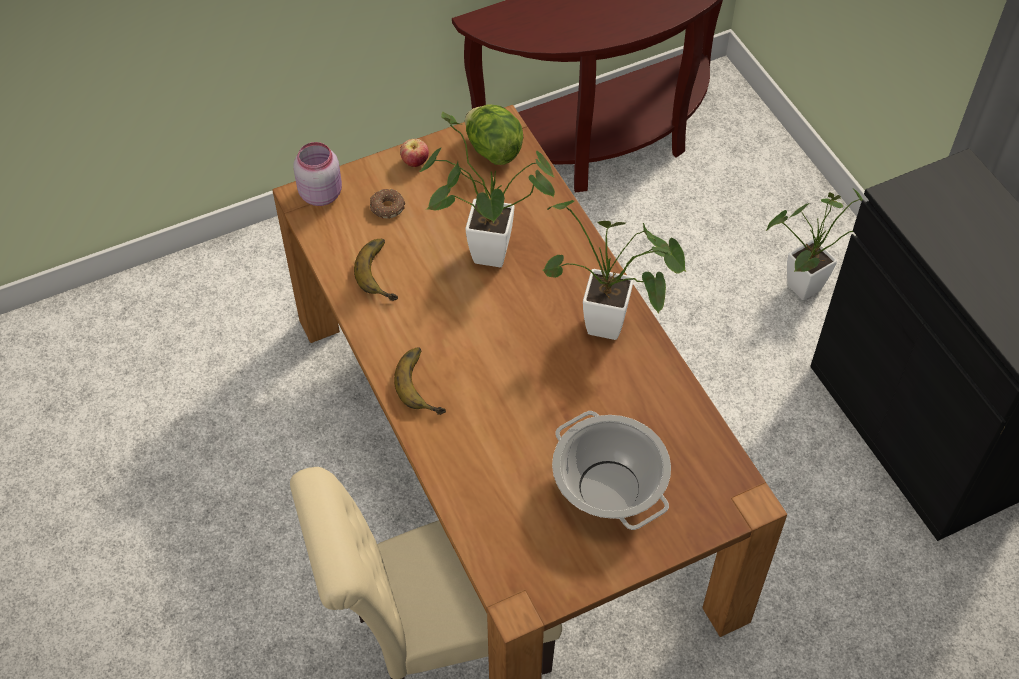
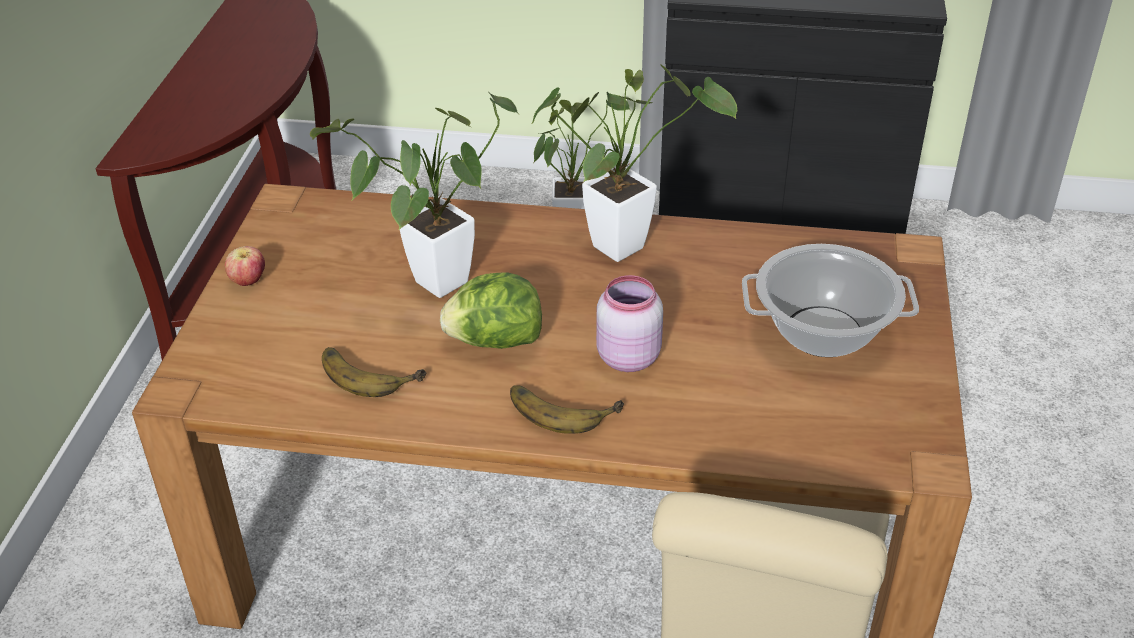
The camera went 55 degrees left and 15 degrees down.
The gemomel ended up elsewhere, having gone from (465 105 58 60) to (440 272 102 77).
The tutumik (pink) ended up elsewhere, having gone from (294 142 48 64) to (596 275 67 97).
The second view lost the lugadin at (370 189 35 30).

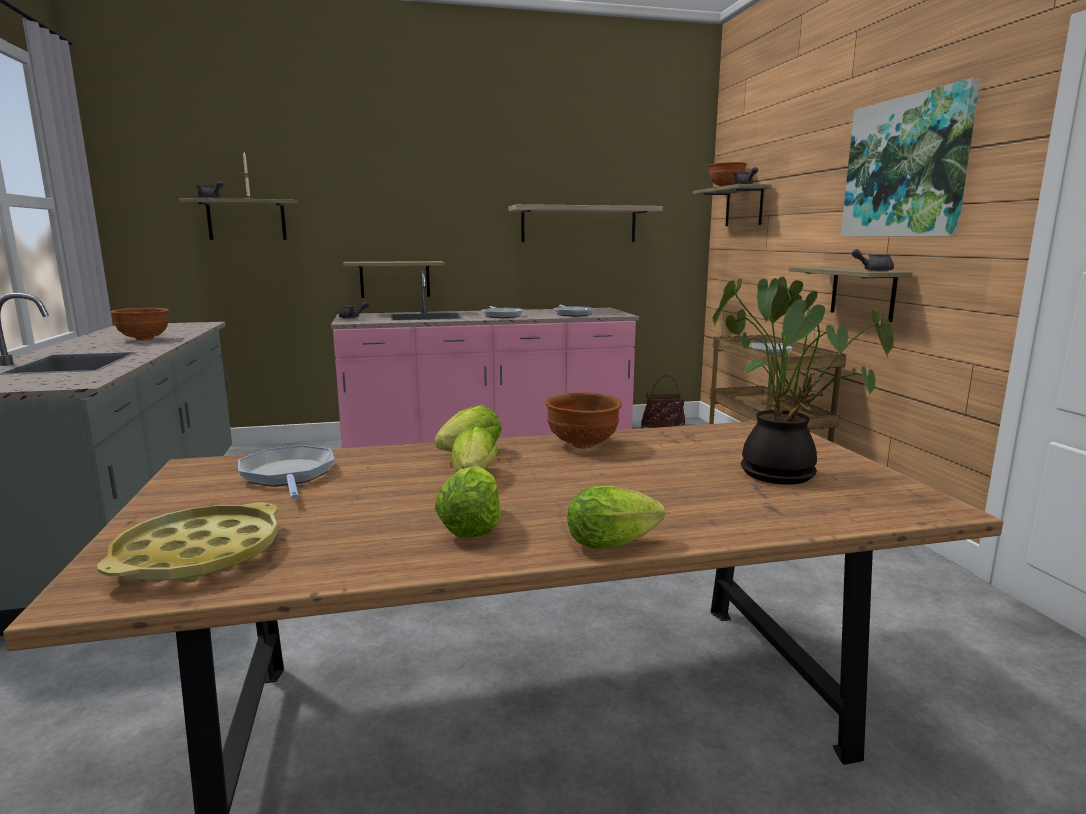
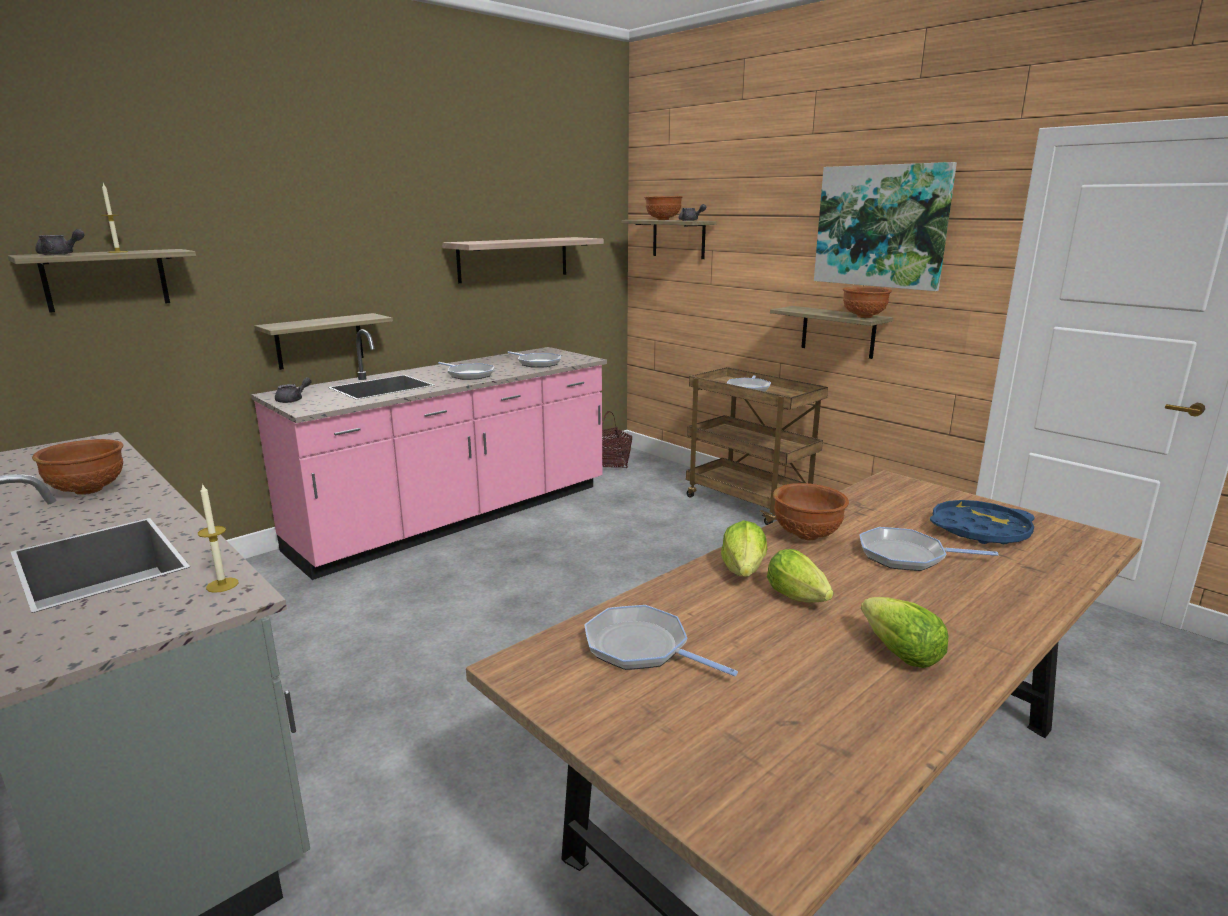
The camera went 30 degrees left and 5 degrees up.
The second view gained the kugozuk at (198 483 41 110).
Where the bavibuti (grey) stood at (852 249 42 22), the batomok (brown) came to stand at (843 286 49 32).
The second view gained the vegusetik at (859 527 139 44).
Where the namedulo stood at (713 277 181 208), the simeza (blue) came to stand at (930 500 105 44).
The second view lost the simeza (yellow) at (97 502 181 81).
The second view lost the gemomel at (567 486 98 62).

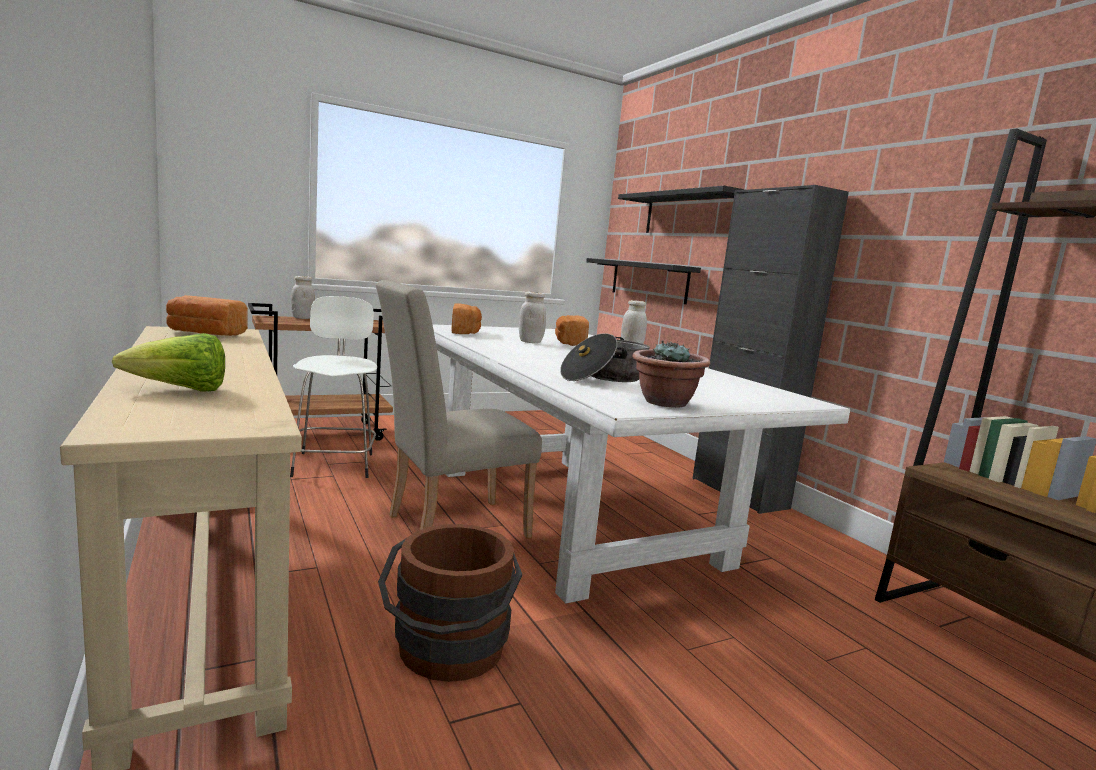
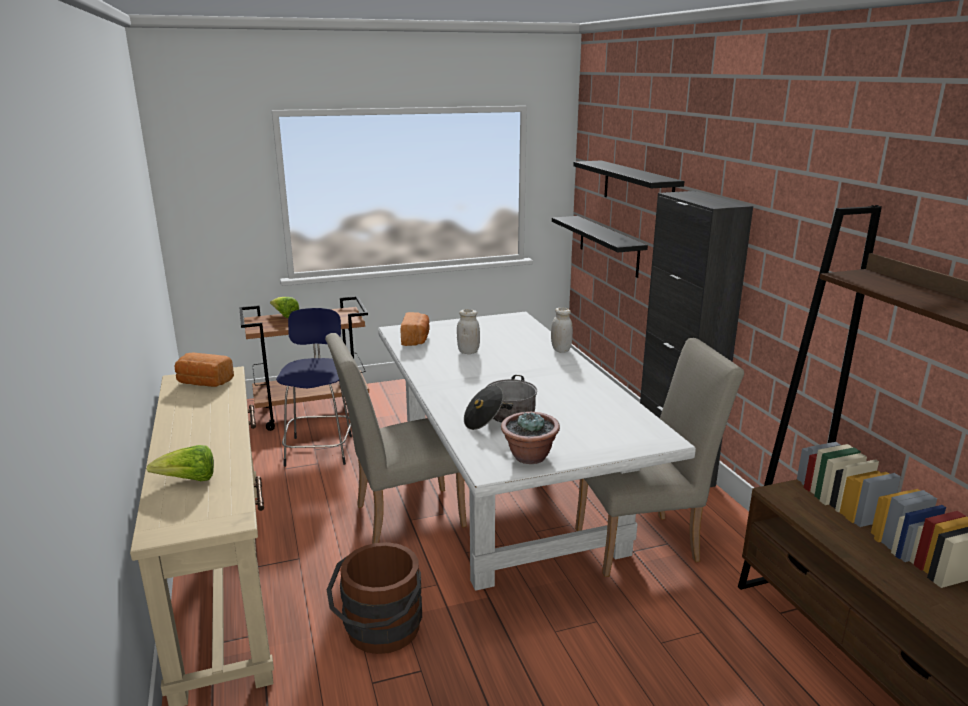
The camera went 10 degrees right and 10 degrees up.
Where the tutumik (white) stood at (291 276 24 43), the gemomel came to stand at (270 297 29 21).
What was the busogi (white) at (290 296 87 182) turned into the busogi (blue) at (276 308 76 159).
The second view gained the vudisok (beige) at (575 338 169 239).
The second view lost the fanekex at (555 315 34 31).

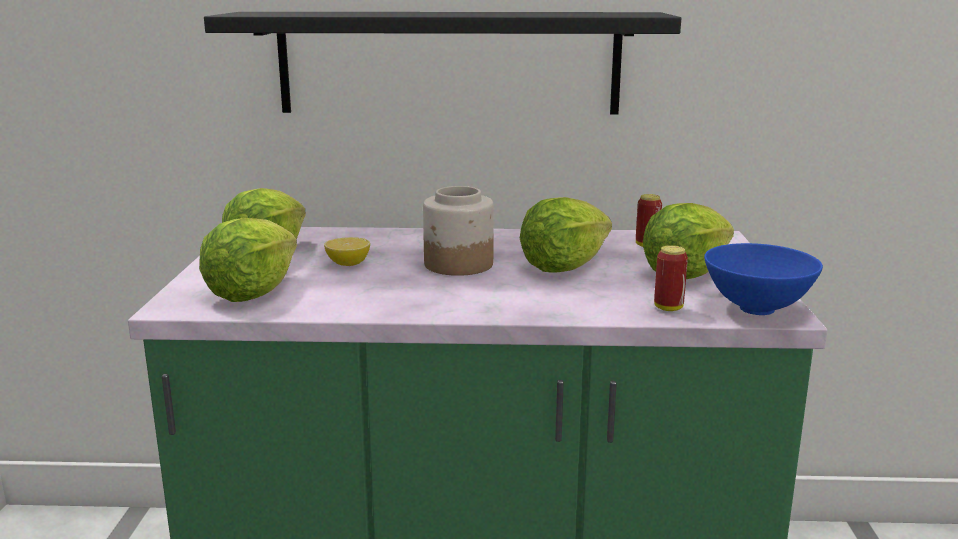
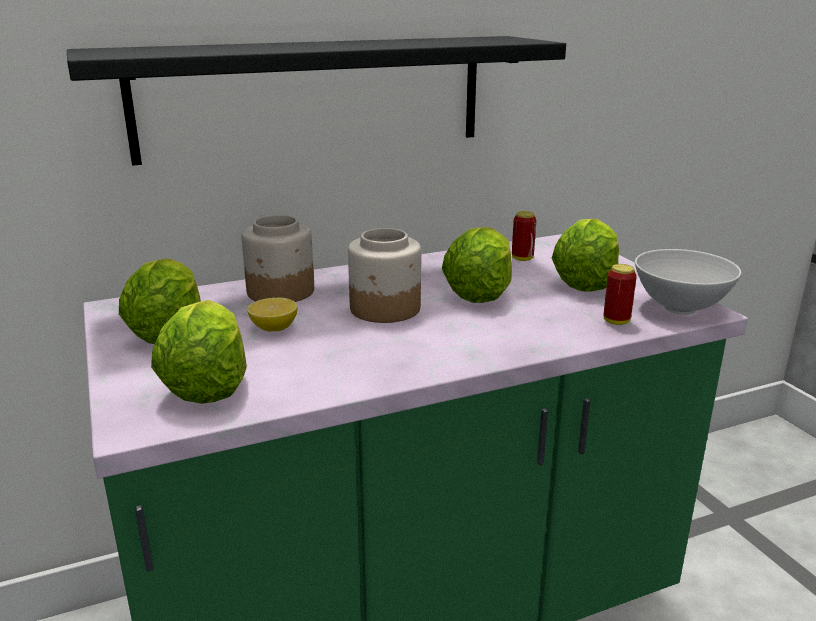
The camera went 25 degrees left and 5 degrees up.
The second view gained the tutumik at (241 215 73 87).
What was the batomok (blue) at (704 243 119 72) turned into the batomok (white) at (635 249 106 66).

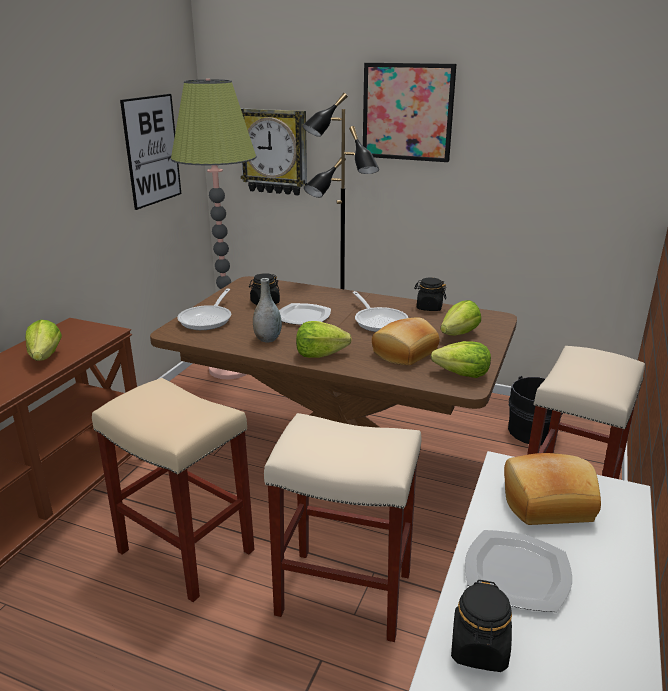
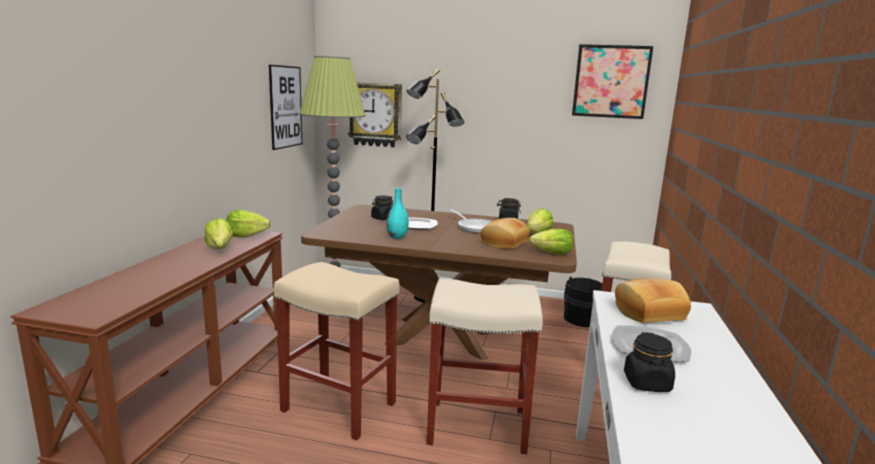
The camera went 10 degrees left and 10 degrees down.
The gemomel ended up elsewhere, having gone from (296 321 56 37) to (226 210 45 27).
What was the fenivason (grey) at (253 278 29 64) turned into the fenivason (turquoise) at (386 188 23 51).
The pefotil ended up elsewhere, having gone from (363 63 93 99) to (572 44 81 75).
The second view lost the vegusetik at (177 289 54 41).

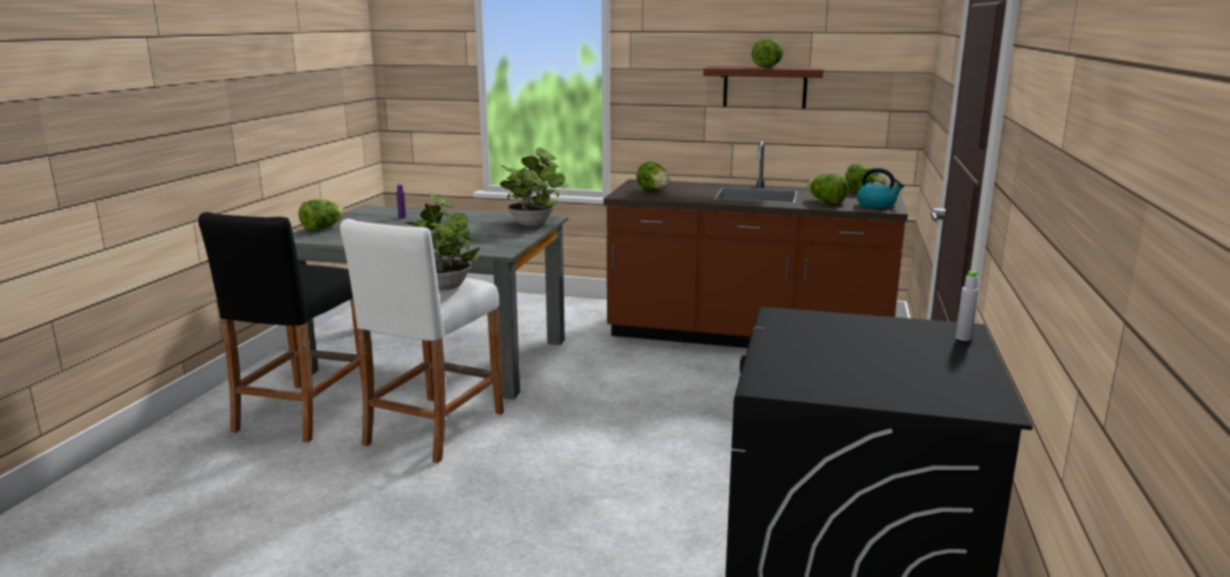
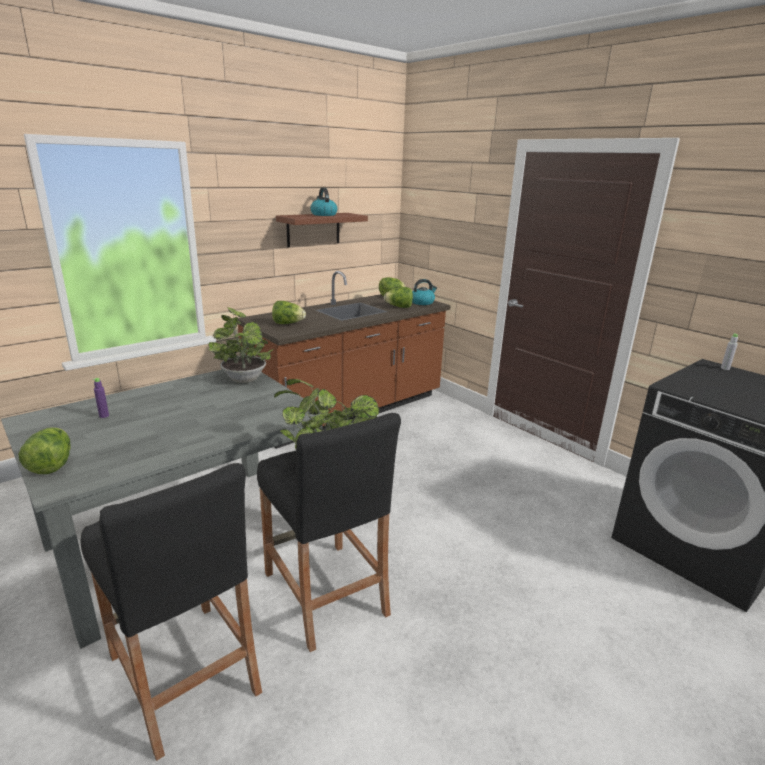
The camera went 55 degrees left and 5 degrees up.
What was the busogi (white) at (340 219 164 244) turned into the busogi (black) at (257 413 144 239).
Where the gemomel stood at (752 38 31 30), the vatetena came to stand at (310 188 28 28).

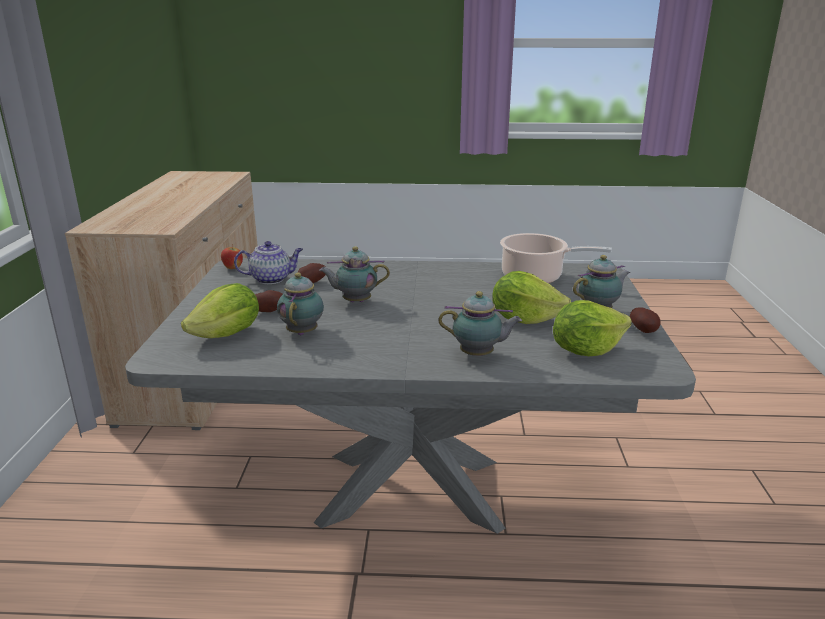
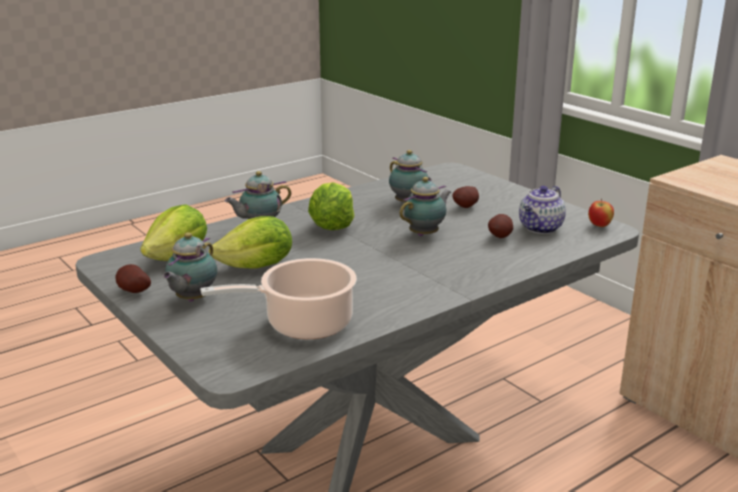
The camera went 140 degrees right and 0 degrees up.
The gemomel ended up elsewhere, having gone from (181 283 78 55) to (308 182 46 48).

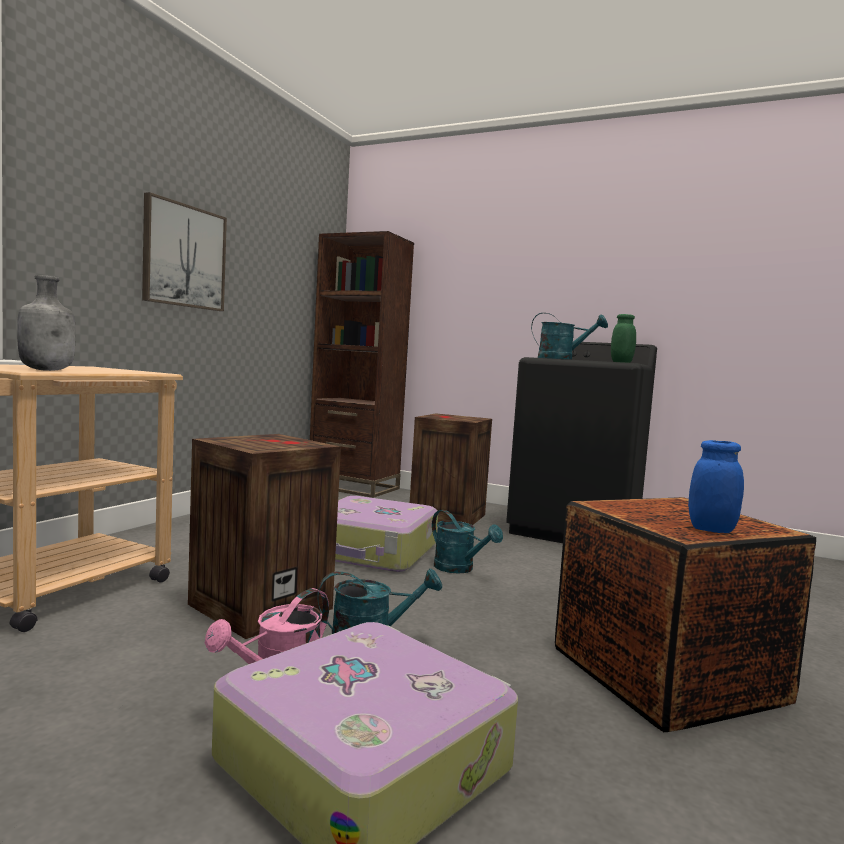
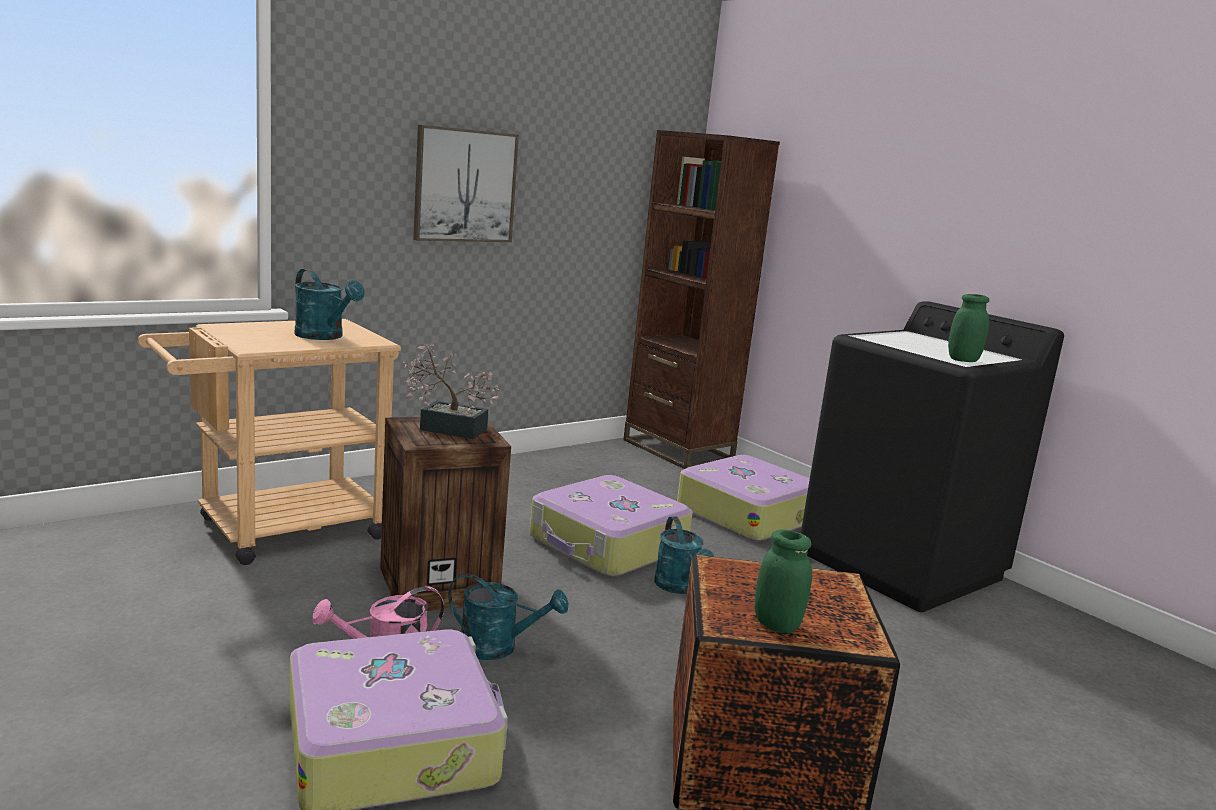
The camera went 25 degrees right and 10 degrees up.
The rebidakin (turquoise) ended up elsewhere, having gone from (531 313 77 47) to (294 269 71 71).
The second view gained the namedulo at (403 344 99 95).
Where the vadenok stood at (410 414 82 111), the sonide came to stand at (677 455 133 87).
What was the tutumik (blue) at (688 440 56 93) turned into the tutumik (green) at (755 530 57 103).
The second view lost the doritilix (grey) at (17 275 59 96).

